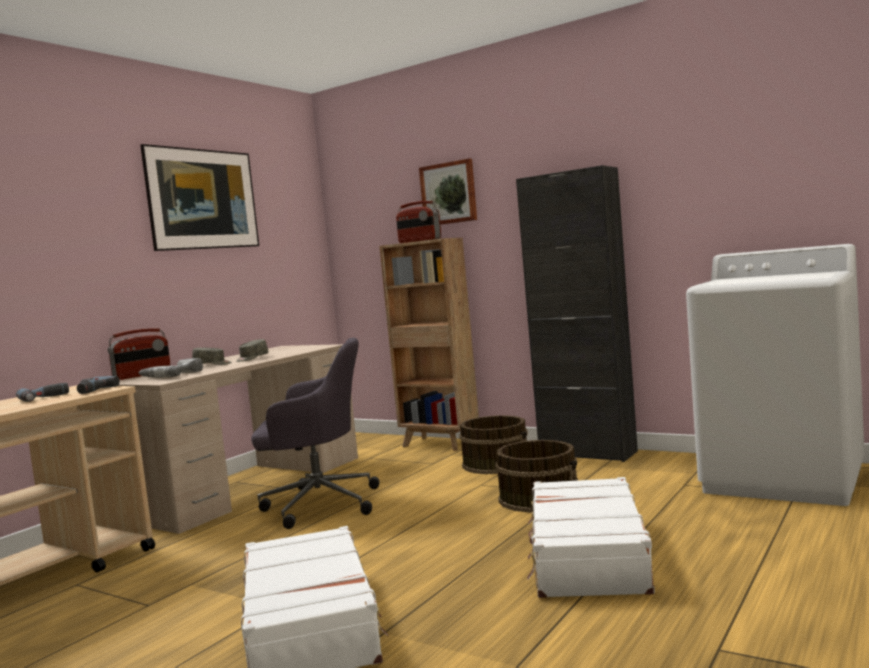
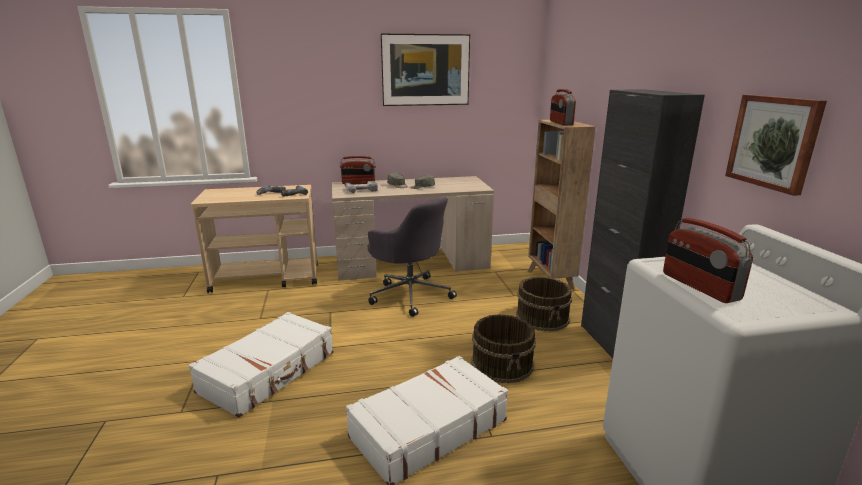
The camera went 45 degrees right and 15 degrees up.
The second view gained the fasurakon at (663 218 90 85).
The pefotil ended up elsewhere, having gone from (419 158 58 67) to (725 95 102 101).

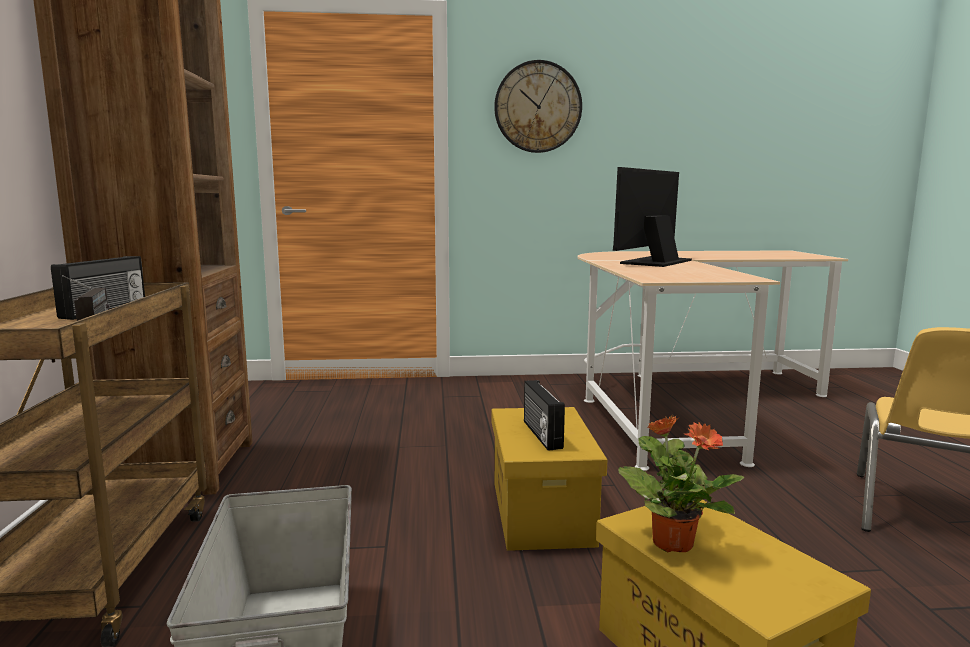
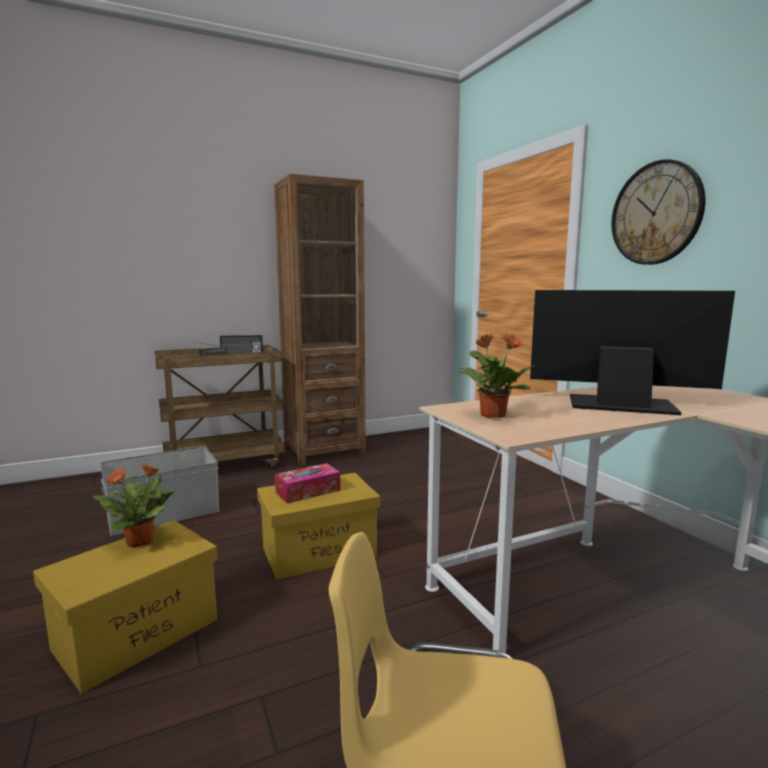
The camera went 70 degrees right and 0 degrees up.
Where the fasurakon stood at (524 380 41 71), the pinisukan came to stand at (275 463 66 41).
The second view gained the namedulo at (458 333 78 85).

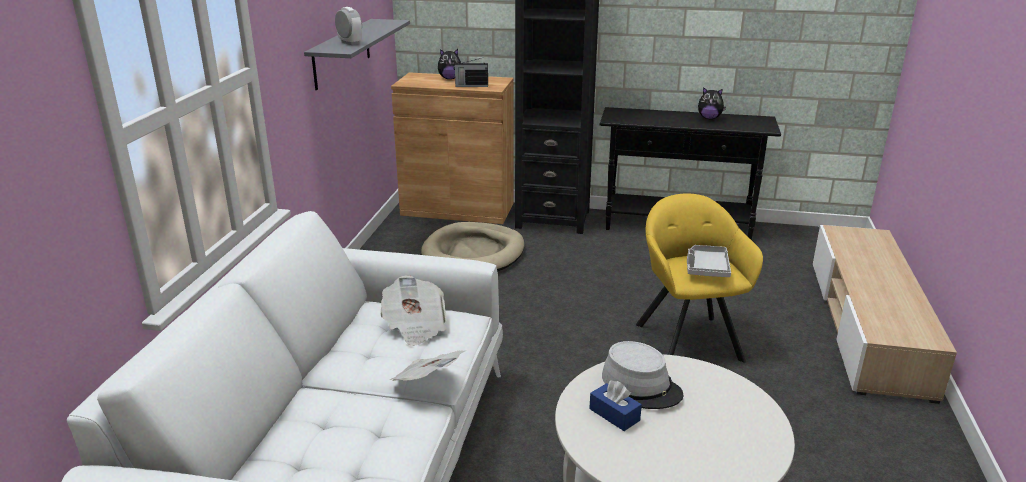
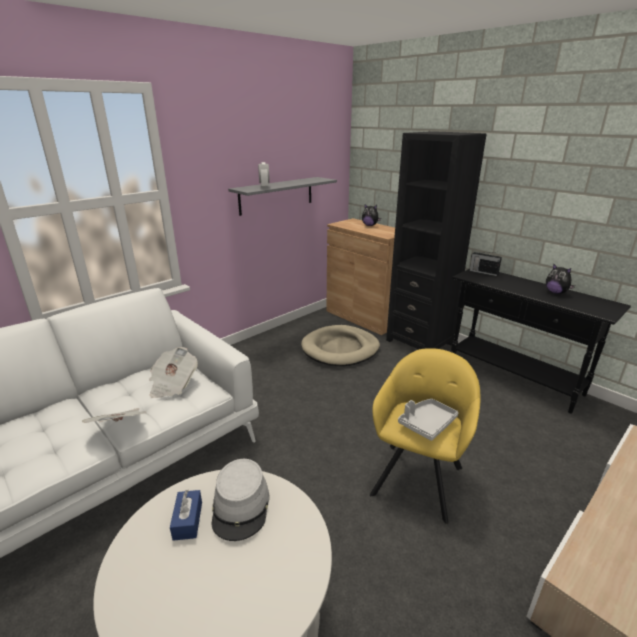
The camera went 35 degrees right and 0 degrees up.
The fasurakon ended up elsewhere, having gone from (454 58 34 29) to (470 252 32 24).

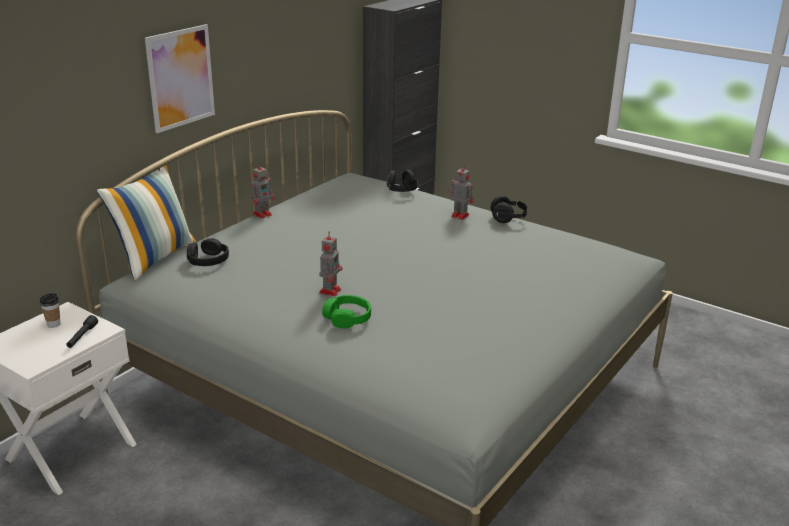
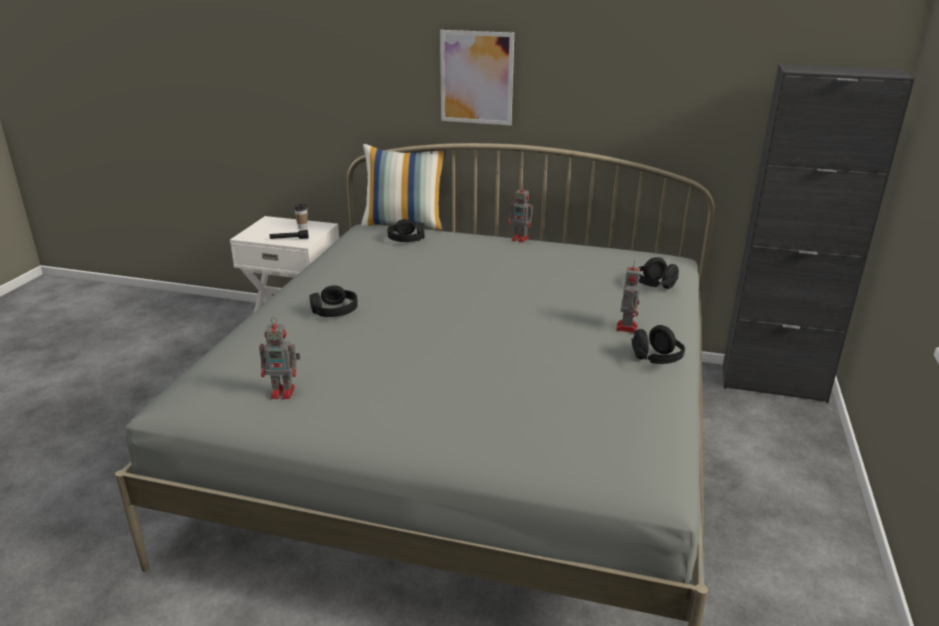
The camera went 70 degrees right and 0 degrees up.
The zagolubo ended up elsewhere, having gone from (319 232 24 64) to (259 317 41 82).
What was the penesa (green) at (322 295 49 34) turned into the penesa (black) at (310 285 48 32).

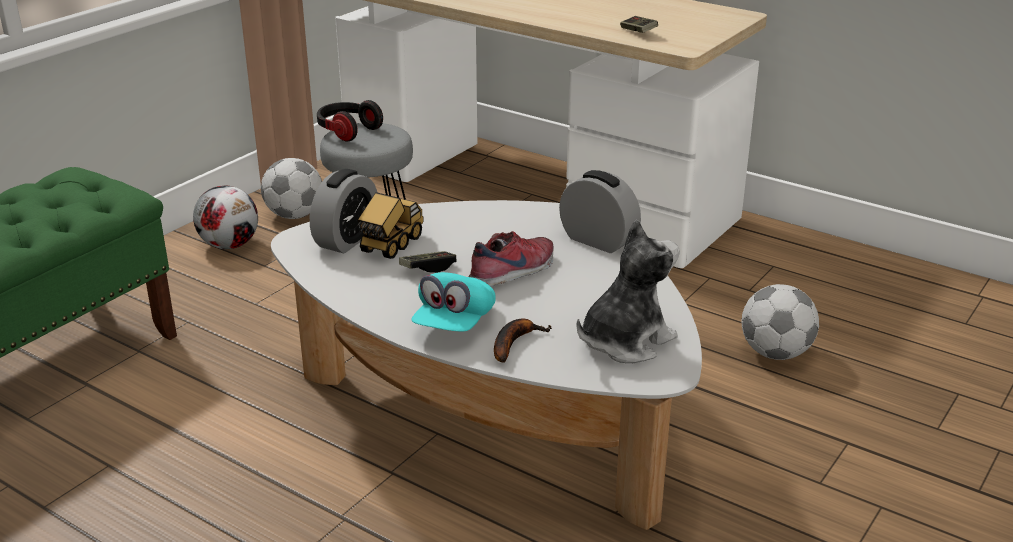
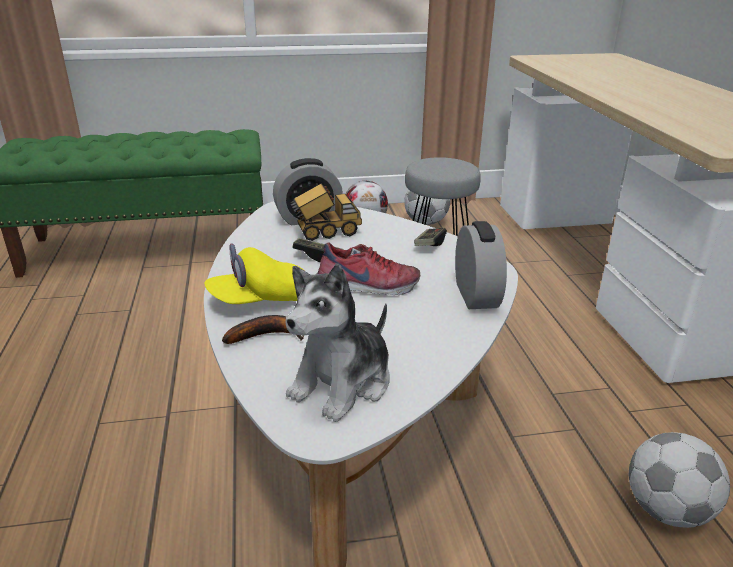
The camera went 45 degrees right and 0 degrees up.
What was the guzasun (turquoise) at (411 272 85 59) turned into the guzasun (yellow) at (204 243 101 61).
The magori at (576 219 104 144) ended up facing another way, 120 degrees clockwise from before.
The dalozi ended up elsewhere, having gone from (620 16 38 17) to (414 228 33 18).
The second view lost the penesa at (317 100 66 42).

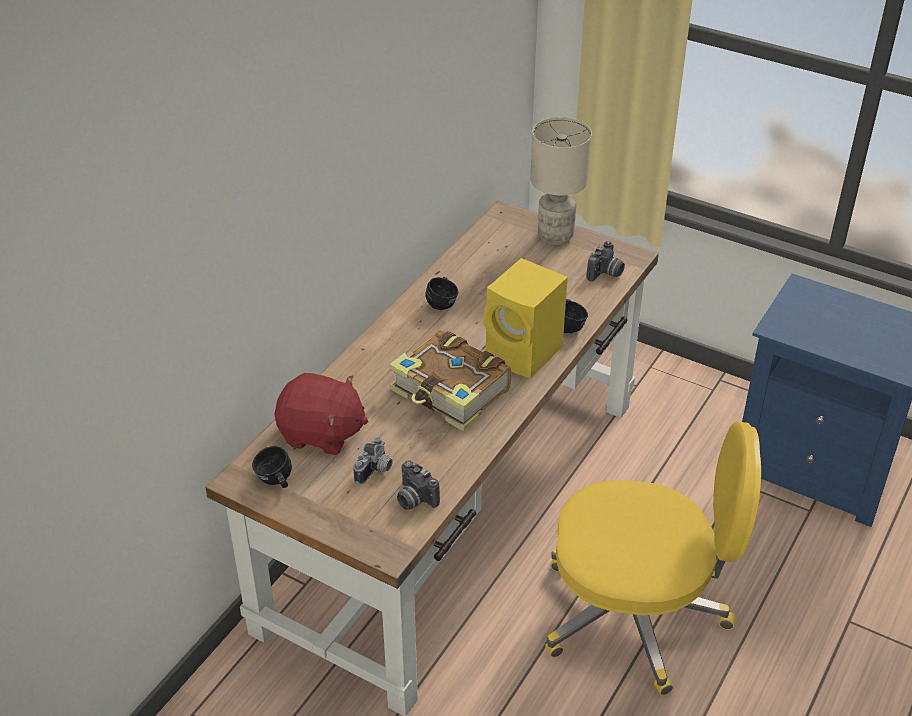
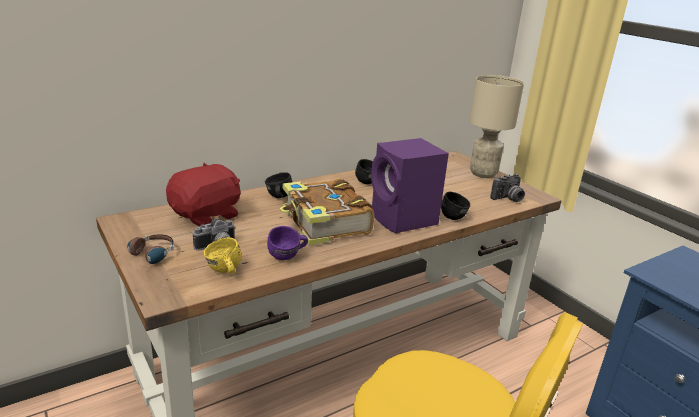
The camera went 25 degrees right and 15 degrees down.
The second view gained the penesa at (113 235 61 29).
The magori (red) at (275 373 93 82) ended up facing another way, 90 degrees counterclockwise from before.
Where the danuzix stood at (397 460 43 50), the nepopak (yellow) came to stand at (204 237 37 37).
The nepopak (black) ended up elsewhere, having gone from (252 446 40 42) to (265 172 27 26).
The second view gained the nepopak (purple) at (267 226 41 35).
What was the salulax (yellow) at (484 258 84 120) turned into the salulax (purple) at (371 138 78 96).

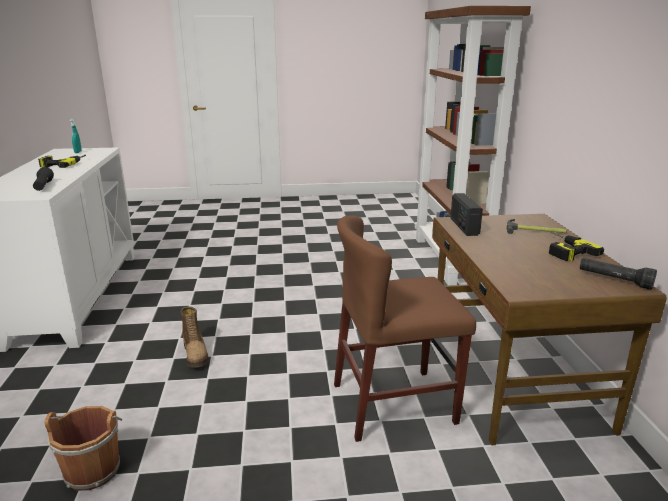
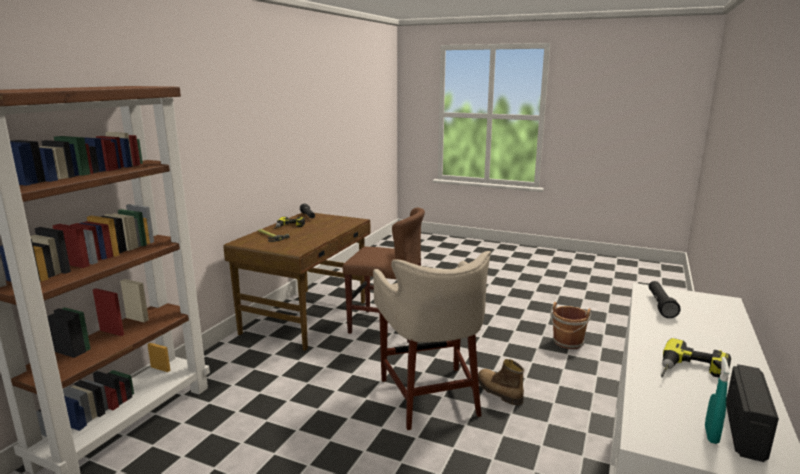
The camera went 150 degrees left and 5 degrees down.
The second view gained the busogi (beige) at (373 251 118 179).
The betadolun at (181 306 28 62) ended up facing another way, 45 degrees counterclockwise from before.
The fasurakon ended up elsewhere, having gone from (450 193 33 43) to (726 364 53 98).

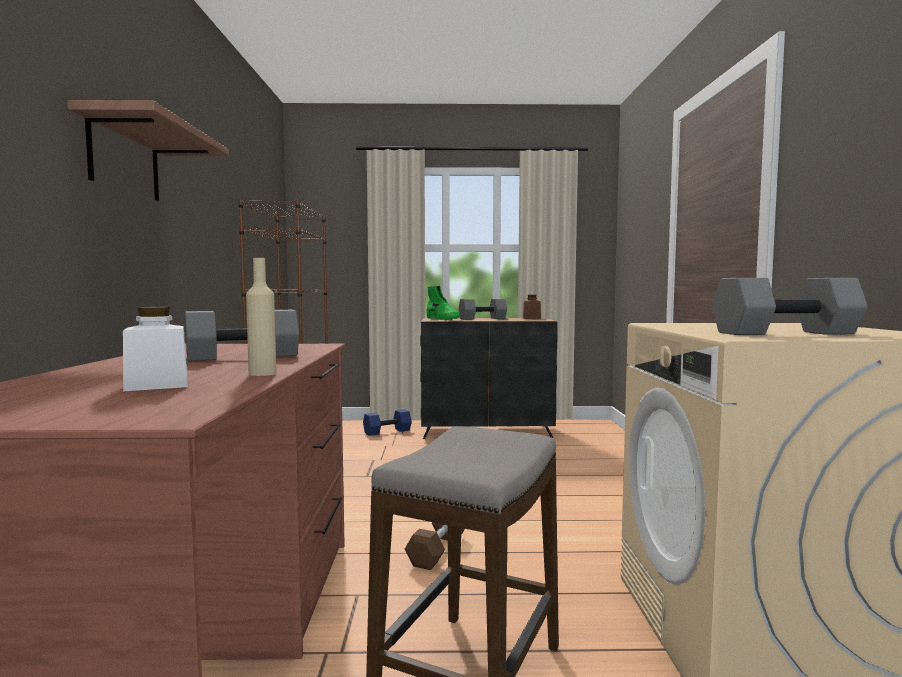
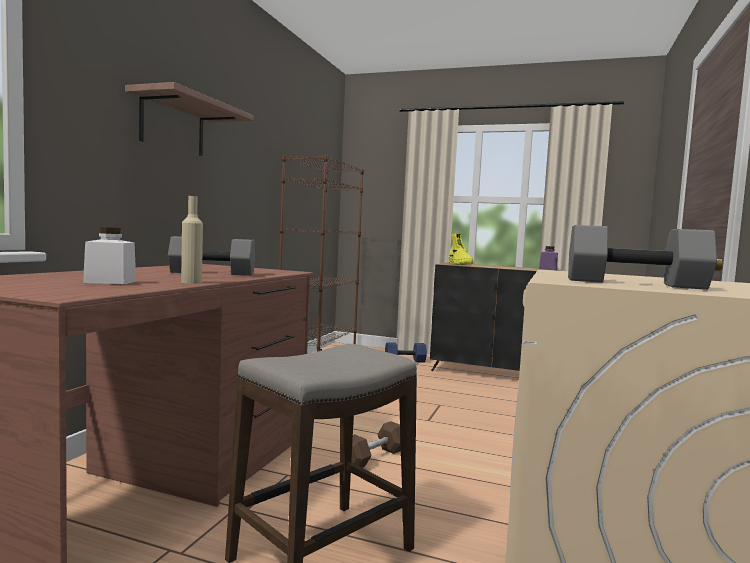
The camera went 20 degrees right and 0 degrees up.
What was the betadolun (green) at (426 286 34 34) turned into the betadolun (yellow) at (449 233 24 32).
What was the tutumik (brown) at (523 295 18 24) turned into the tutumik (purple) at (539 246 19 24).
The second view lost the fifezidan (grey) at (459 299 48 21).

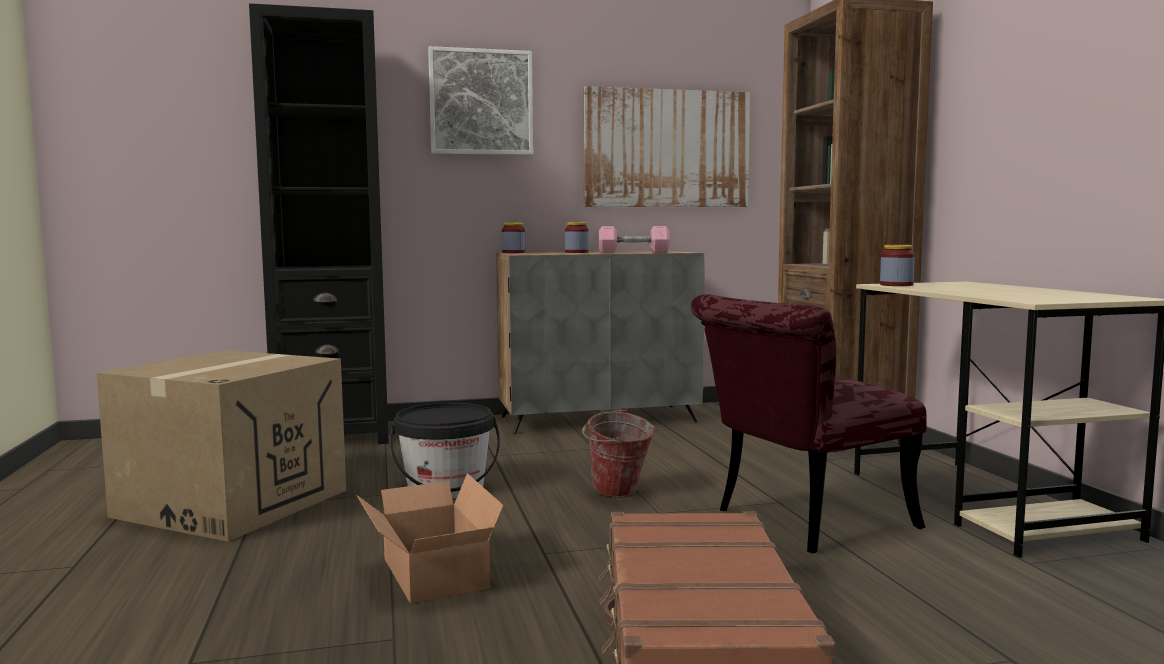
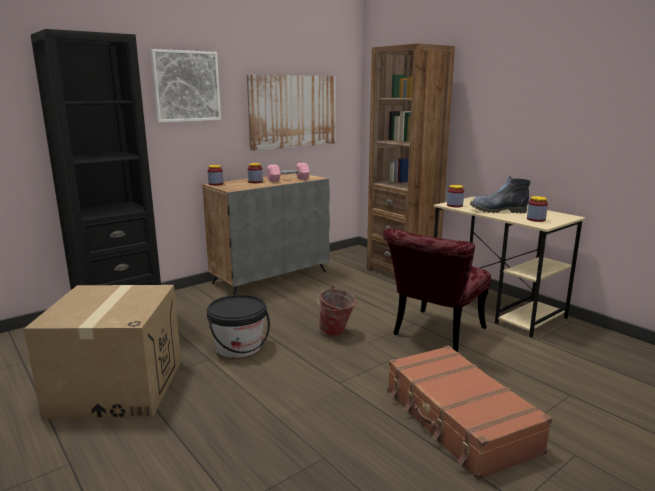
The camera went 25 degrees left and 10 degrees up.
The second view gained the betadolun at (470 176 60 37).
The second view gained the tutumik at (527 196 21 26).
The second view lost the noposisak at (356 473 148 131).

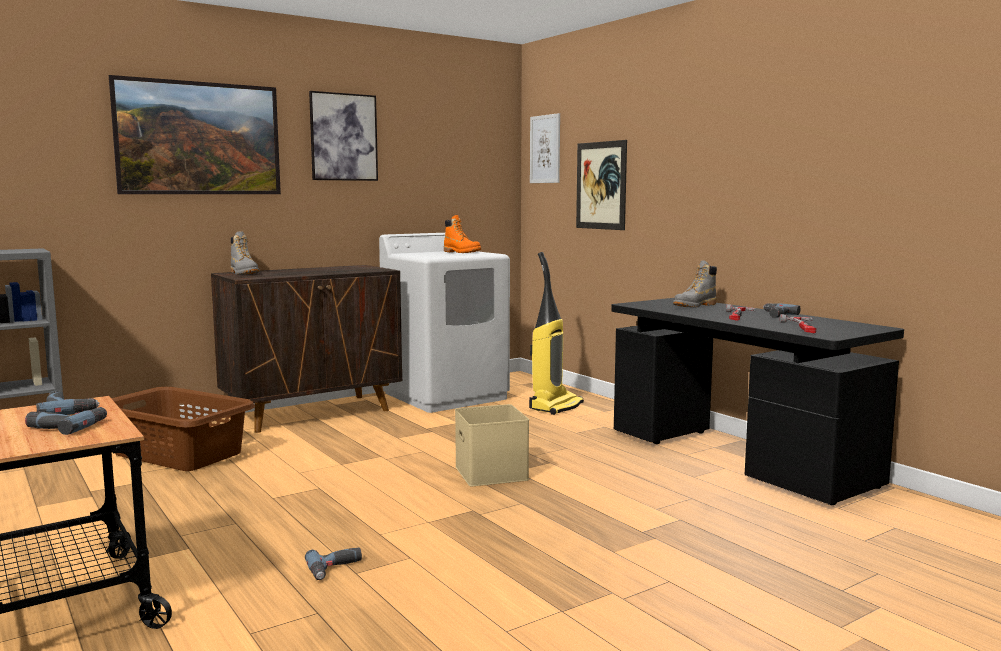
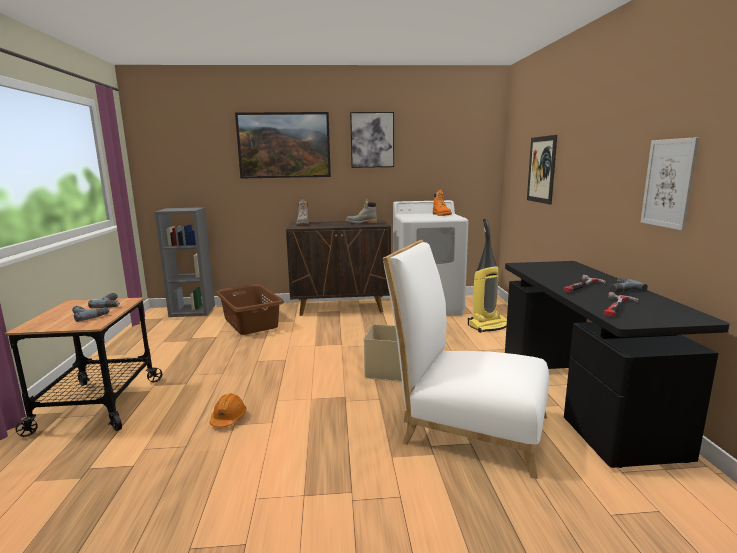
The camera went 30 degrees right and 5 degrees up.
Where the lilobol stood at (305 548 57 32), the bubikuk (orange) came to stand at (210 394 36 34).
The betadolun (grey) ended up elsewhere, having gone from (673 260 44 47) to (345 199 32 25).
The second view gained the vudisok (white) at (383 240 166 239).
The pefotil ended up elsewhere, having gone from (530 113 30 70) to (641 137 58 93).

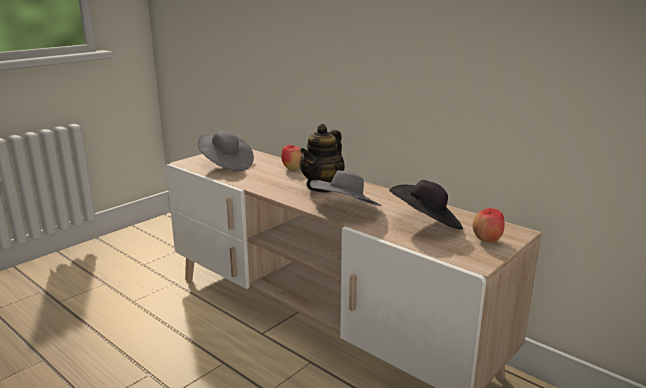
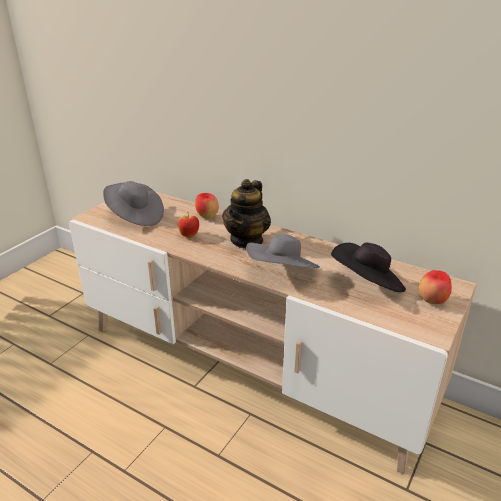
The camera went 10 degrees left and 10 degrees up.
The second view gained the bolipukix at (178 216 21 22).

